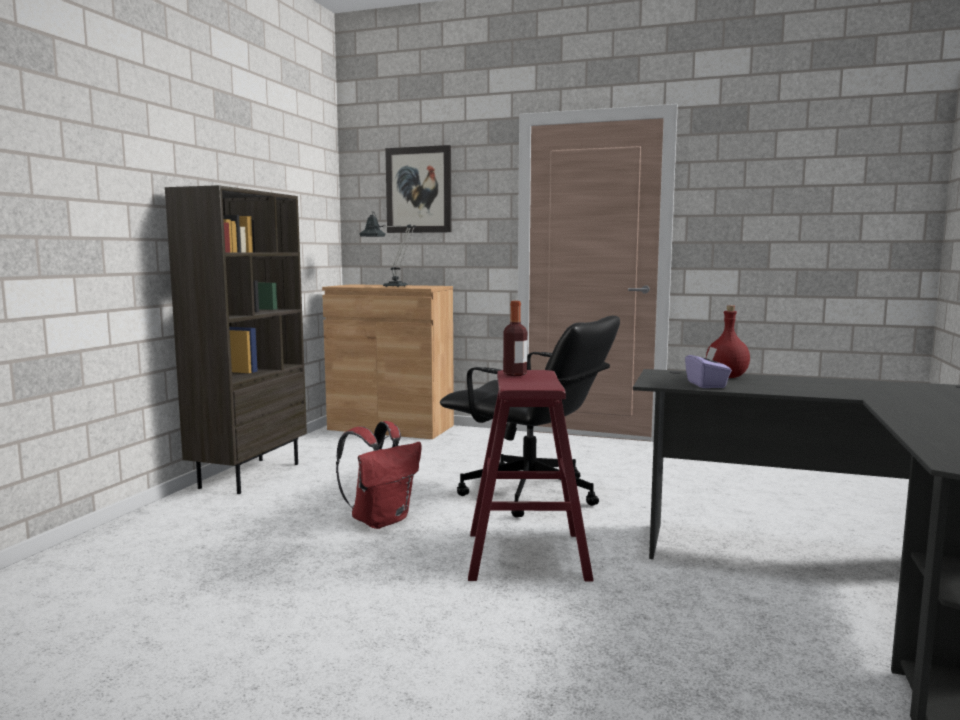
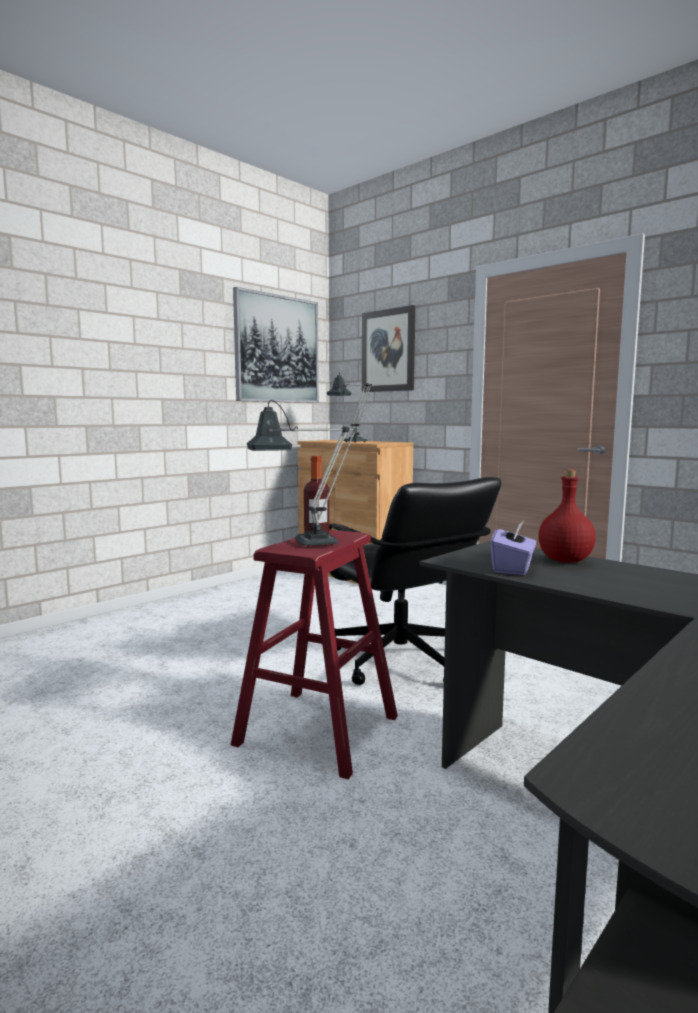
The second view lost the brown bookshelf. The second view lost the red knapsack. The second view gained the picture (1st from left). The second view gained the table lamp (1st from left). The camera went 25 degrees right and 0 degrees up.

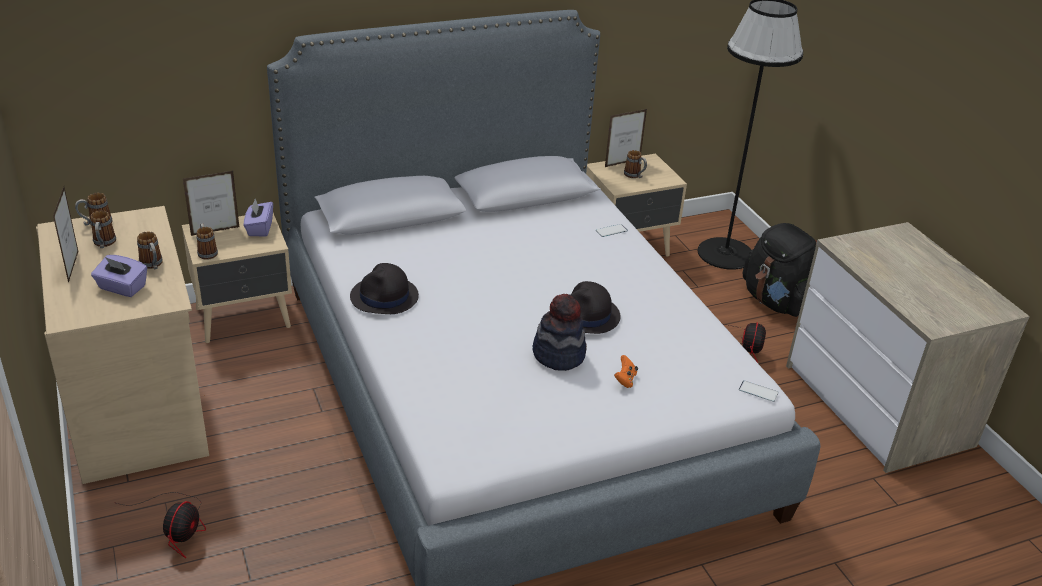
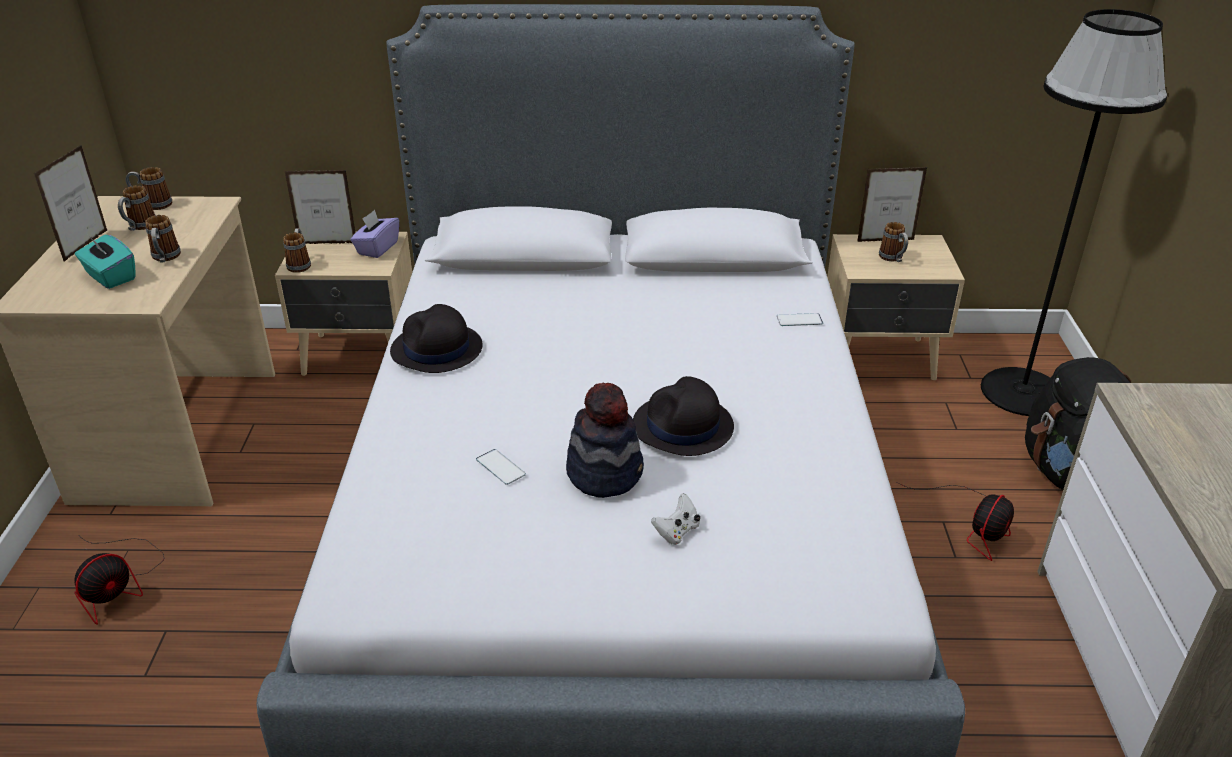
The telephone (2nd from left in the first image) ended up elsewhere. What was the purplish tissue box (1st from left) turned into the turquoise-coloured tissue box. What was the orange joypad turned into the whitish joypad. The camera went 25 degrees right and 0 degrees up.

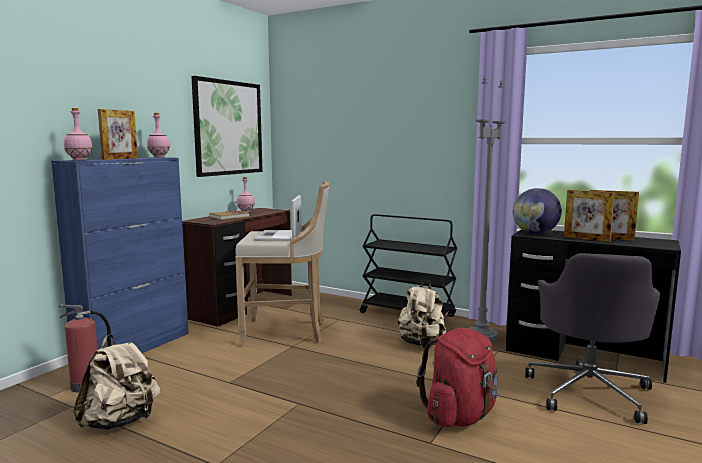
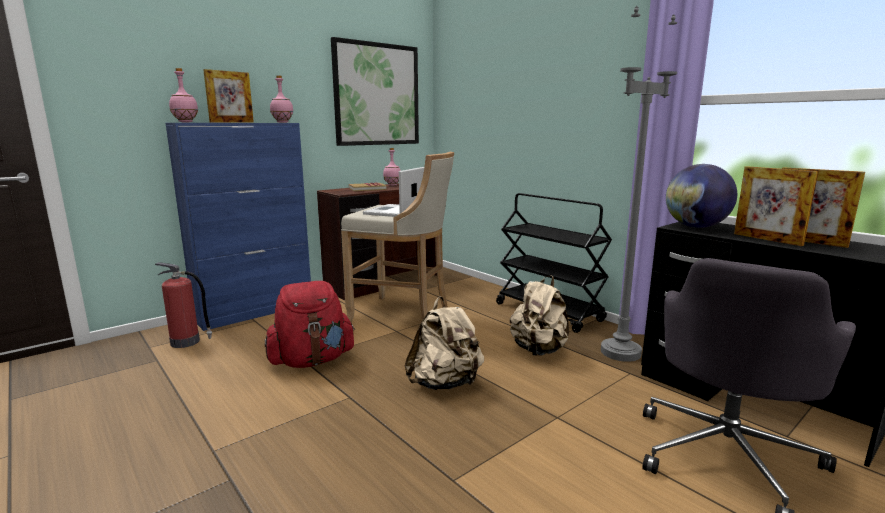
The beige-coloured knapsack (1st from left) ended up elsewhere. The red knapsack ended up elsewhere. The camera went 20 degrees right and 5 degrees up.

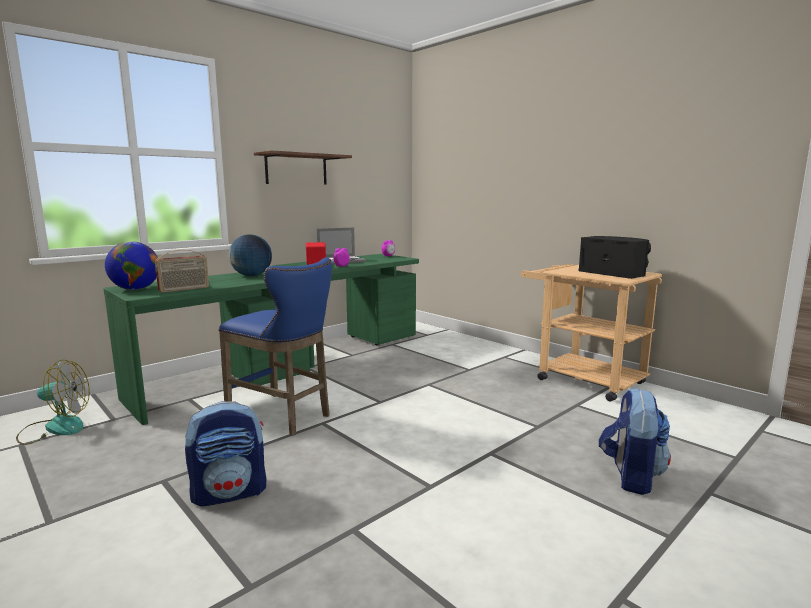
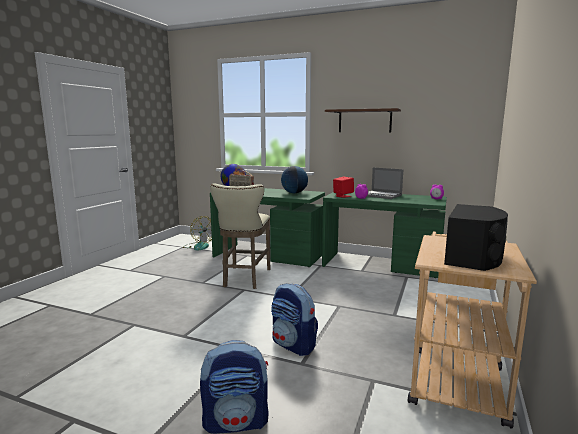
The knapsack (1st from left in the first image) ended up elsewhere. What was the blue sitting stool turned into the beige-coloured sitting stool. The camera went 65 degrees right and 0 degrees up.

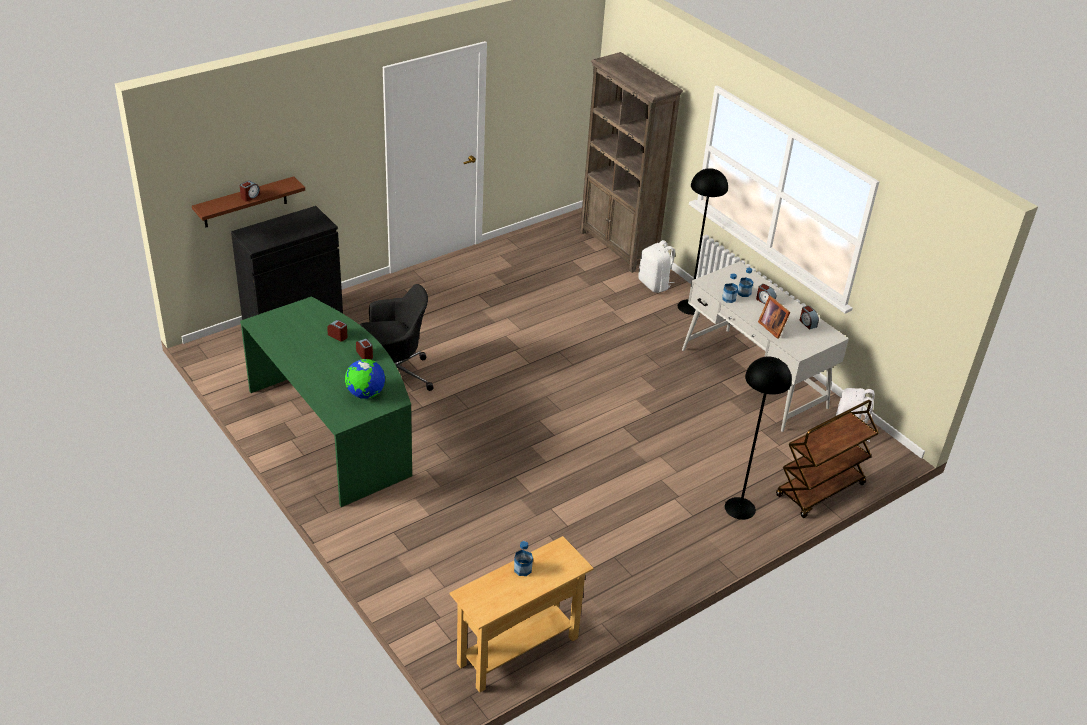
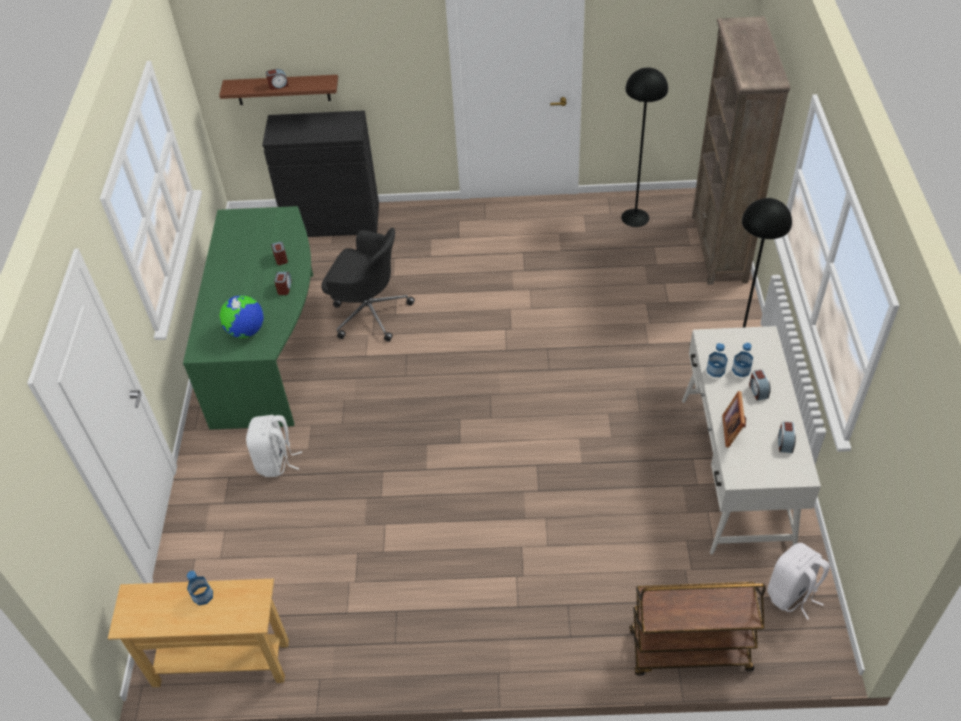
The whitish knapsack (1st from left) ended up elsewhere. The blackish standing lamp (2nd from left in the first image) ended up elsewhere. The camera went 40 degrees right and 10 degrees up.

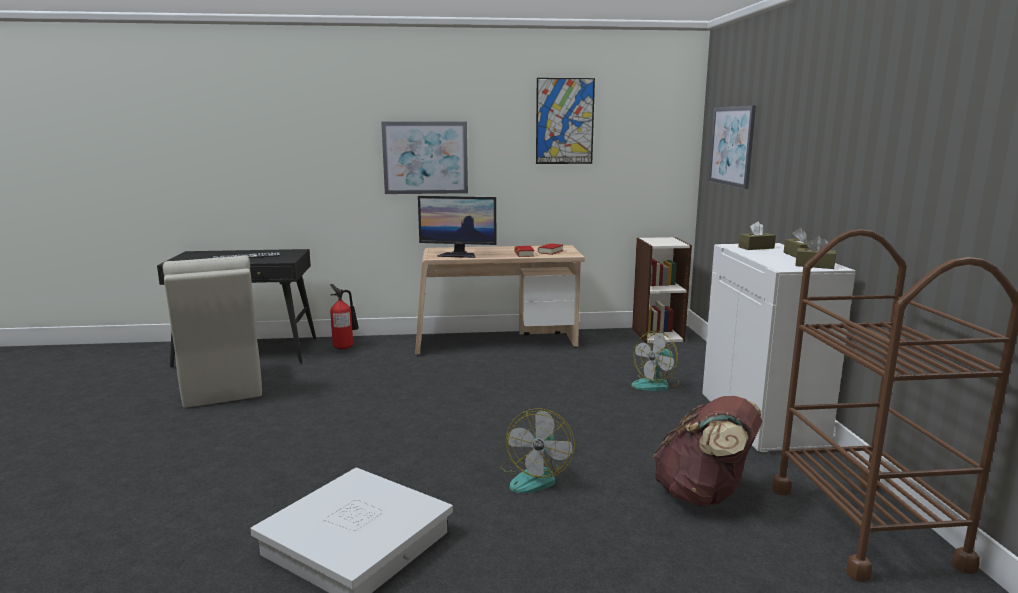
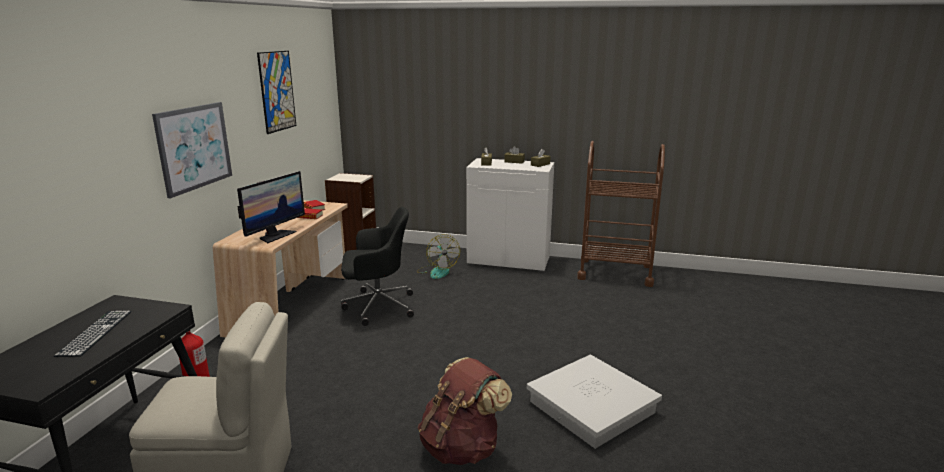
The second view lost the electric fan (1st from left). The second view lost the picture (3rd from left). The second view gained the blackish computer chair. The brown knapsack ended up elsewhere. The camera went 70 degrees left and 5 degrees up.

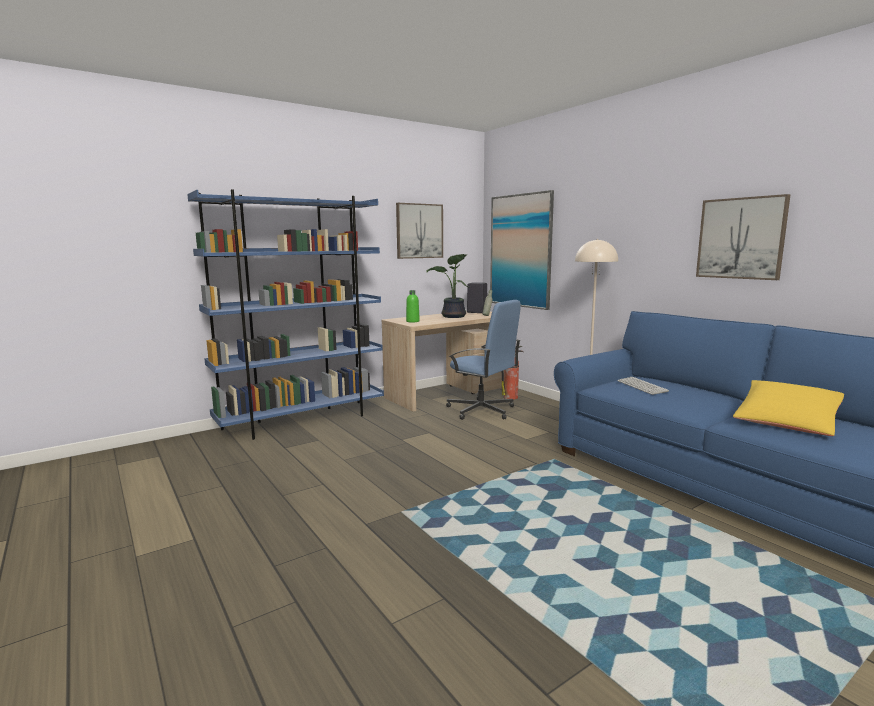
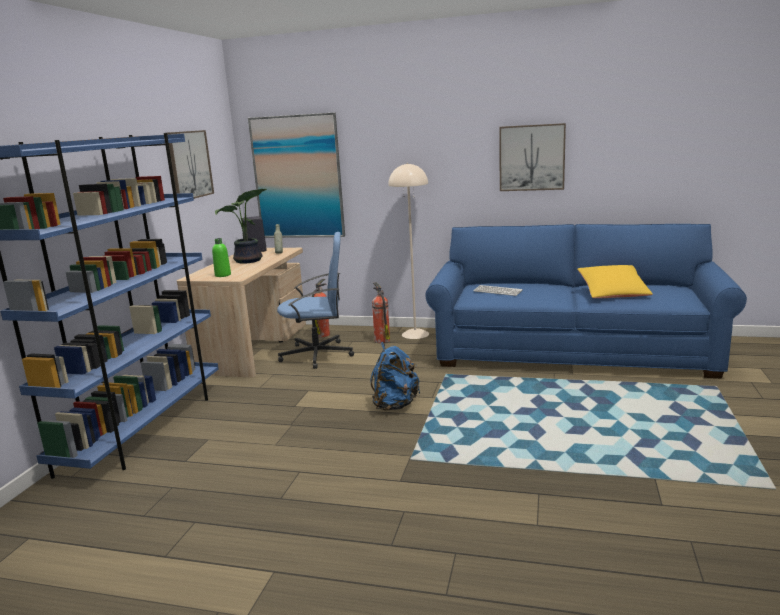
The second view gained the blue knapsack. The second view gained the extinguisher (2nd from left). The camera went 40 degrees left and 5 degrees up.

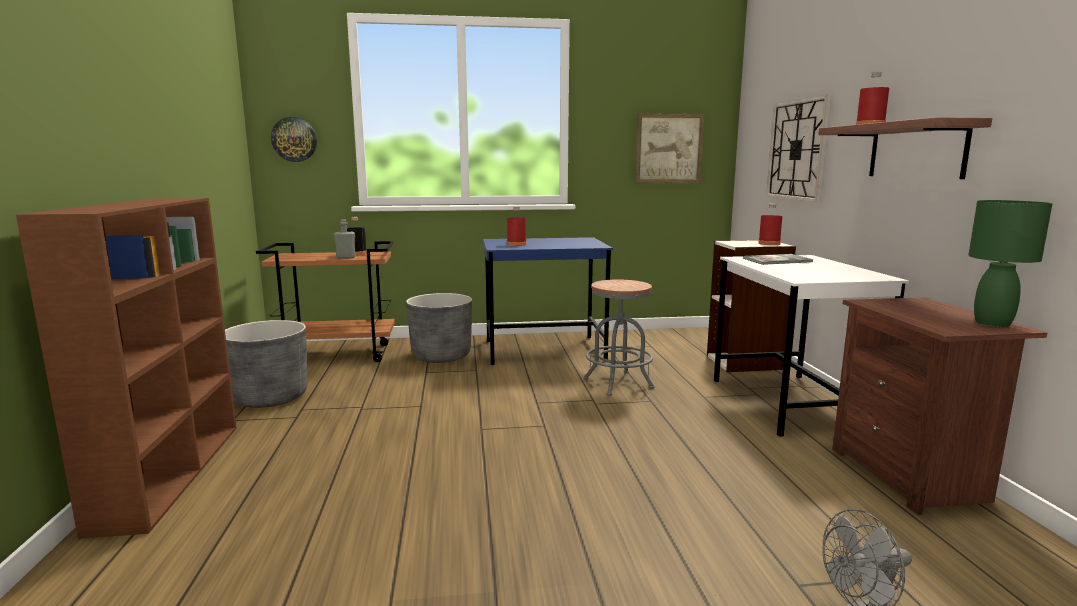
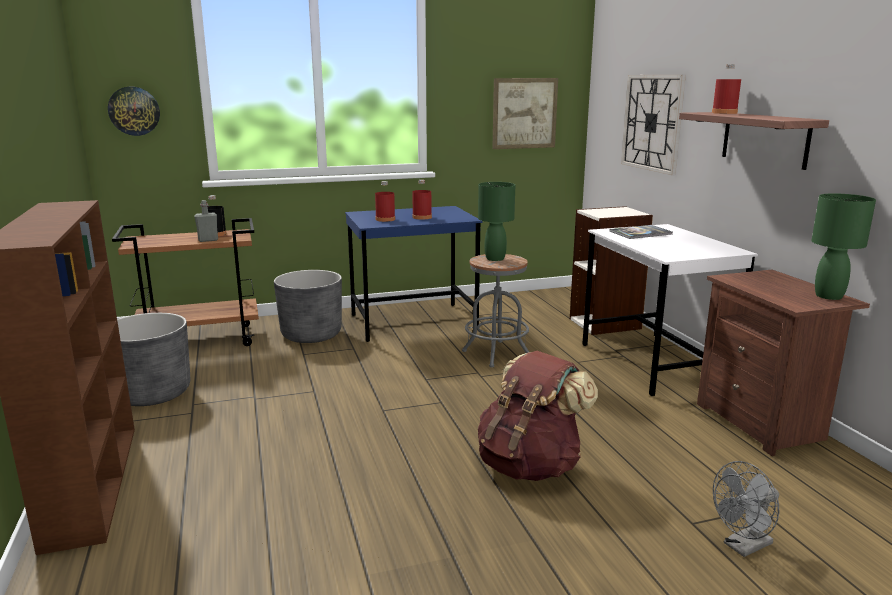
The second view gained the green table lamp (1st from left). The second view gained the brown knapsack. The red drink bottle (2nd from left) ended up elsewhere. The camera went 10 degrees left and 5 degrees up.

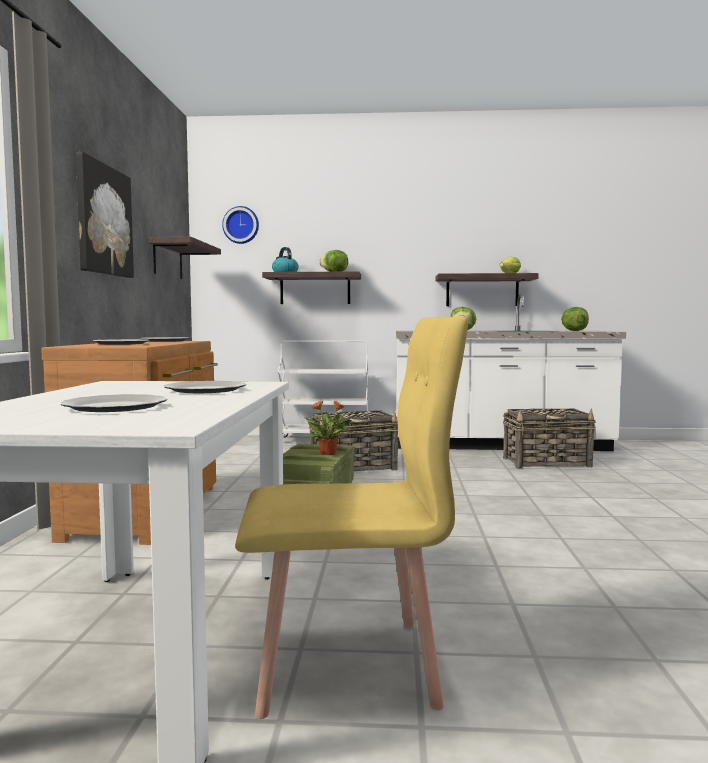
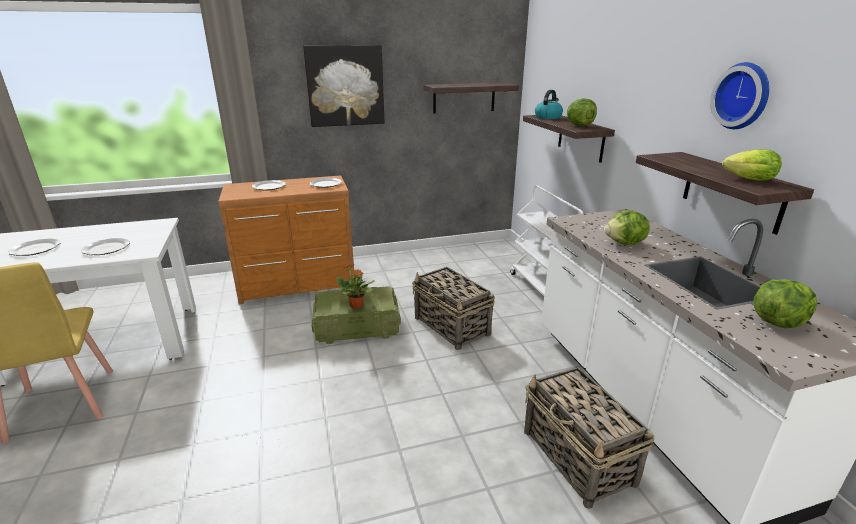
The clock on the wall ended up elsewhere. The camera went 70 degrees right and 20 degrees up.

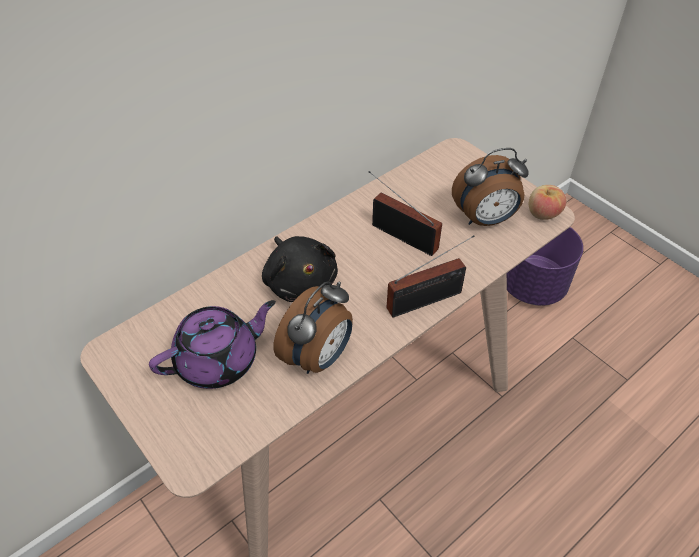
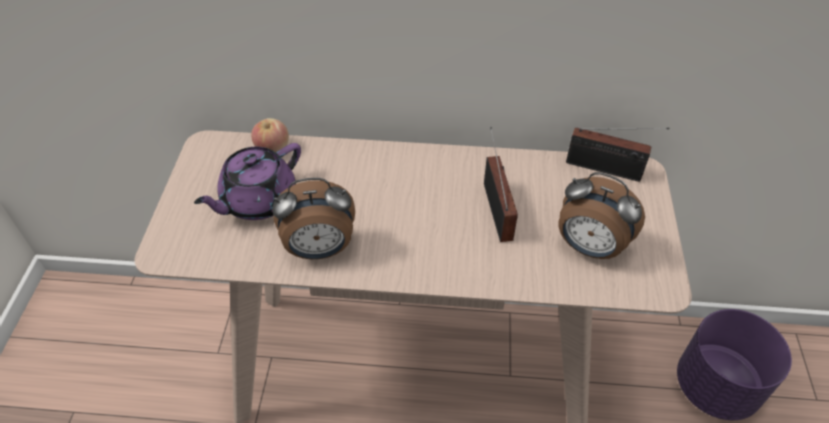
The second view lost the blackish cuddly toy. The radio (2nd from left) ended up elsewhere. The apple ended up elsewhere. The purplish pot for tea ended up facing another way, 120 degrees clockwise from before. The camera went 45 degrees right and 0 degrees up.

